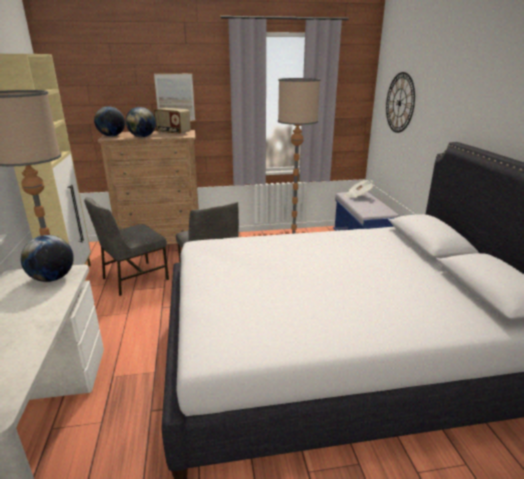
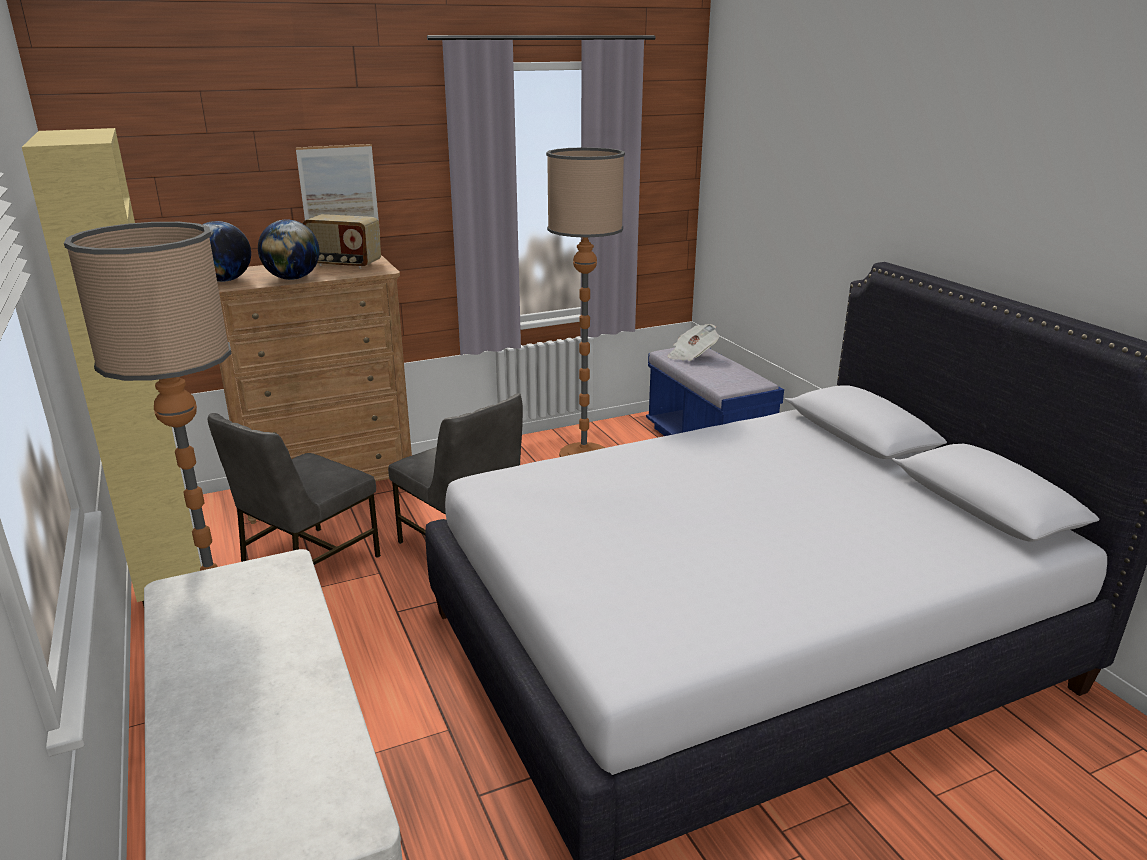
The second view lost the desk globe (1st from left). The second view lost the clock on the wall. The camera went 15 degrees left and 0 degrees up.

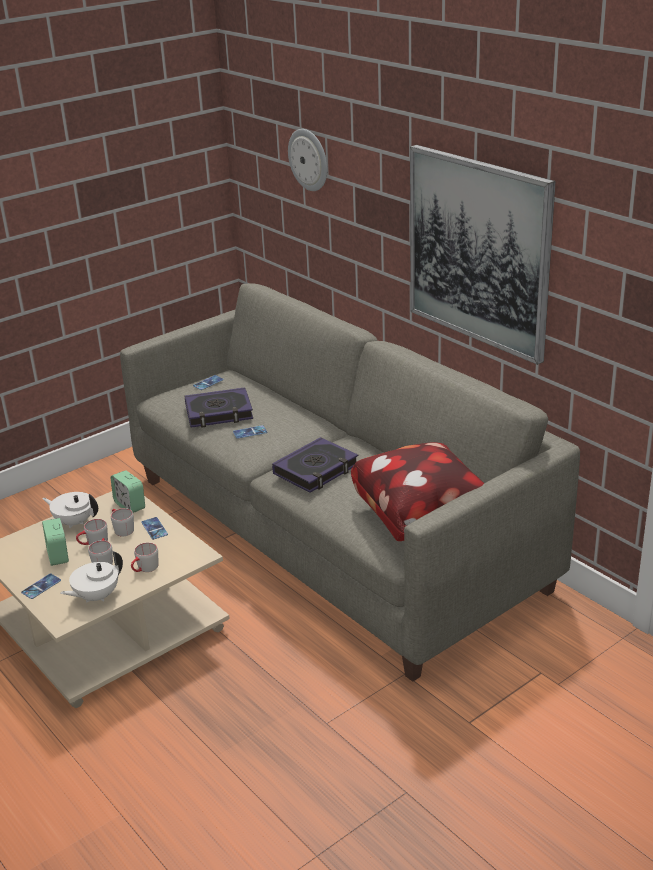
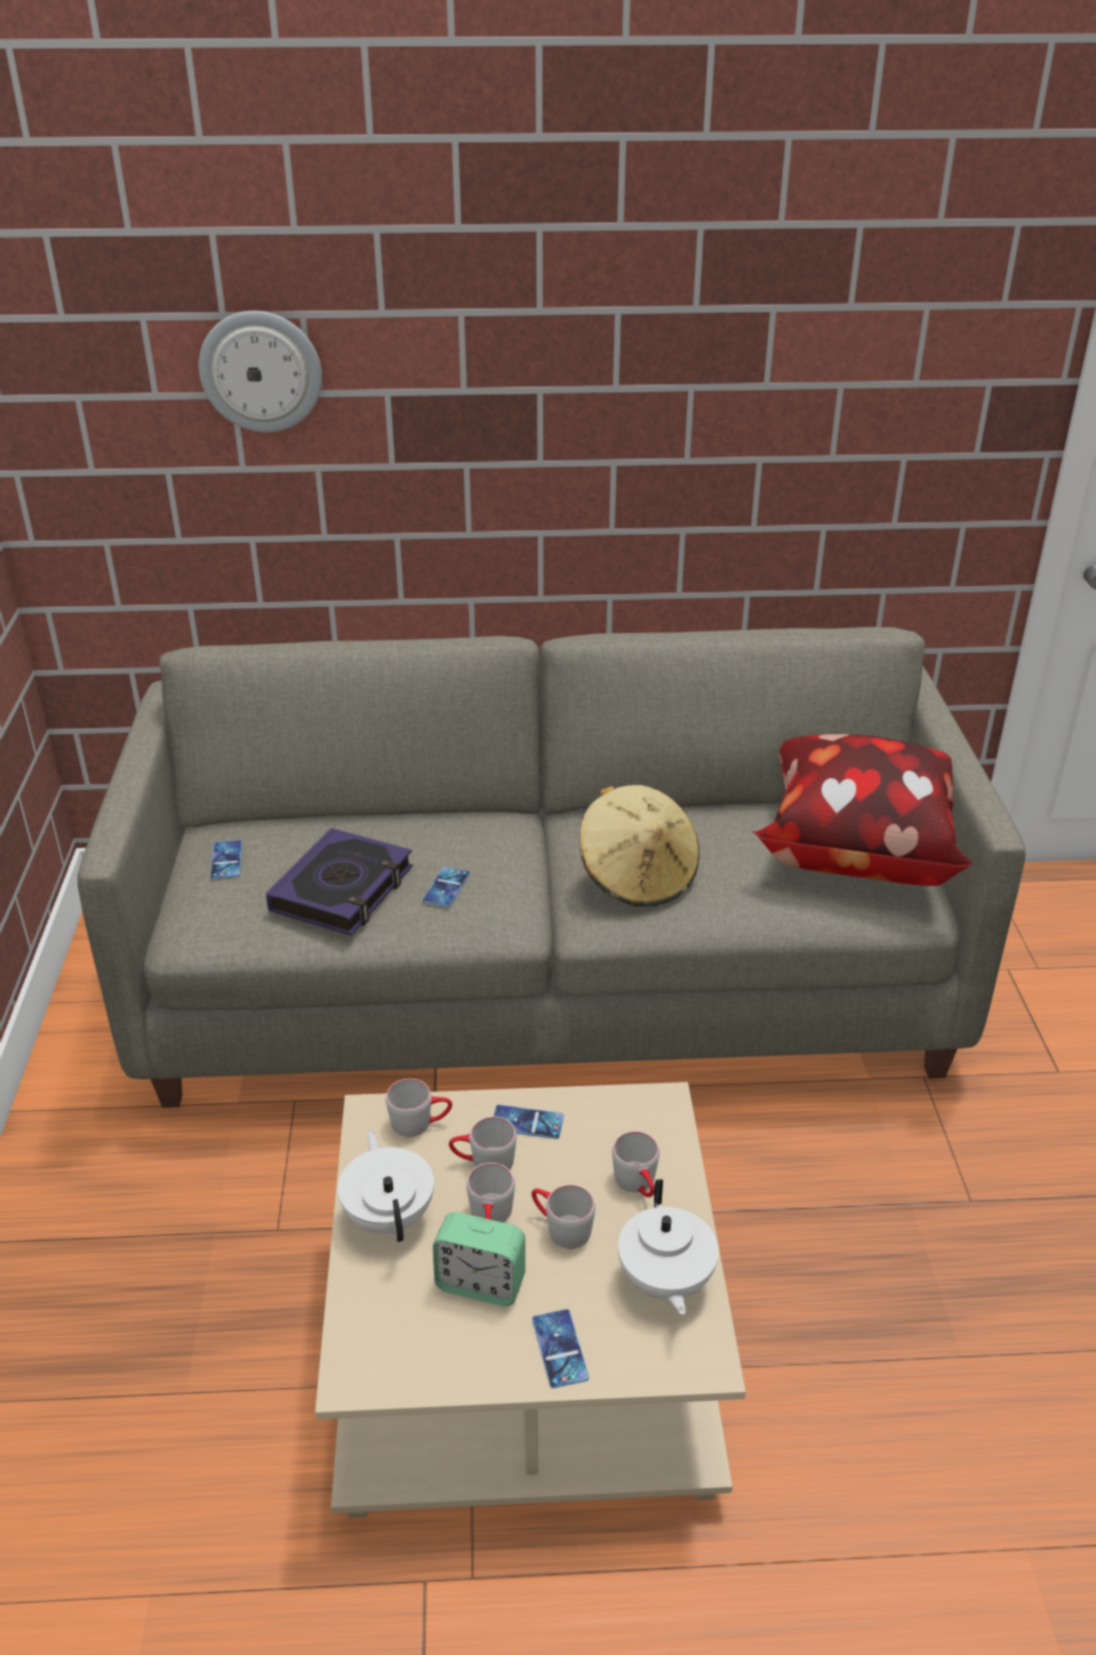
The second view lost the picture. Where the alarm clock (2nd from left) stood, the grey coffee mug (1st from left) came to stand. Where the book (2nd from left) stood, the beige-coloured wearable hat came to stand. The whitish pot for tea (1st from left) ended up facing another way, 105 degrees clockwise from before. The camera went 55 degrees left and 5 degrees up.

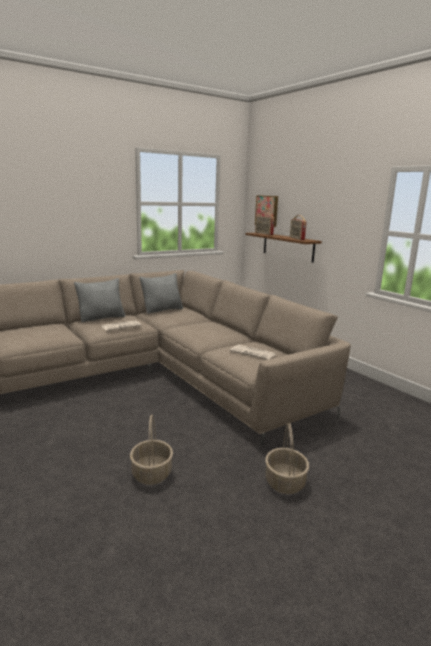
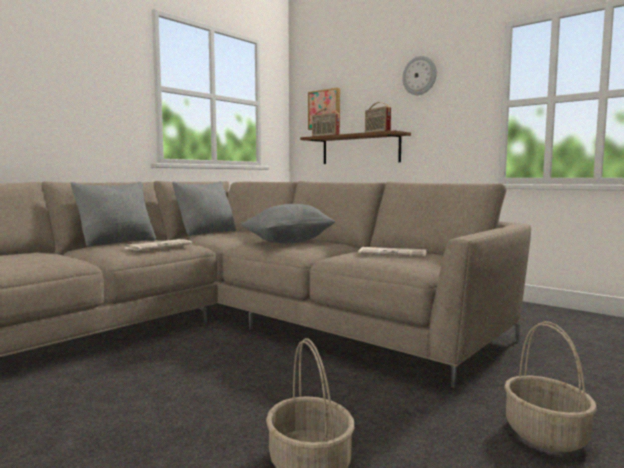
The second view gained the grey pillow (3rd from left). The second view gained the clock on the wall. The camera went 15 degrees left and 10 degrees down.

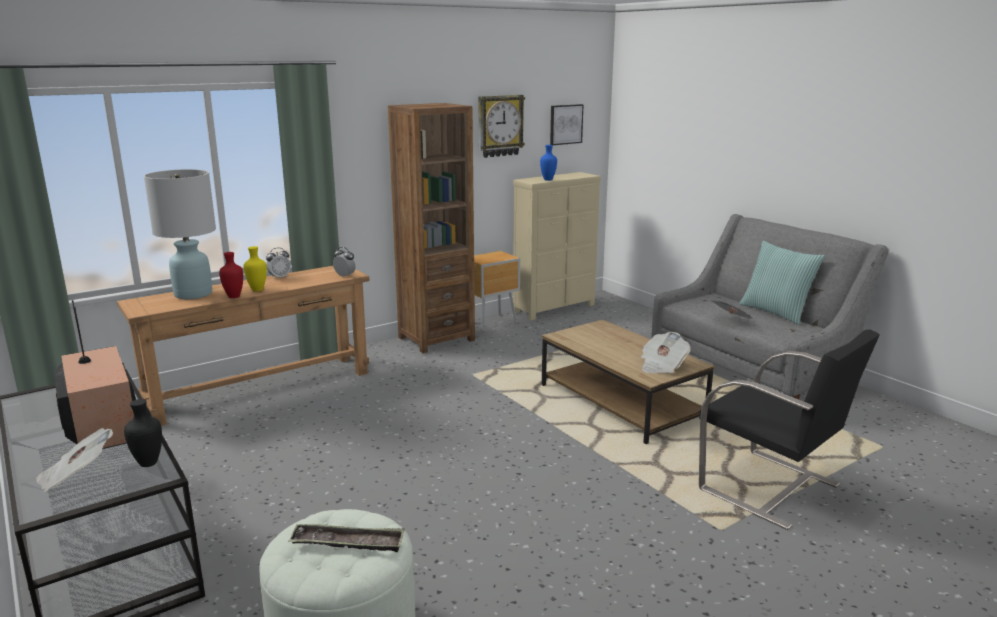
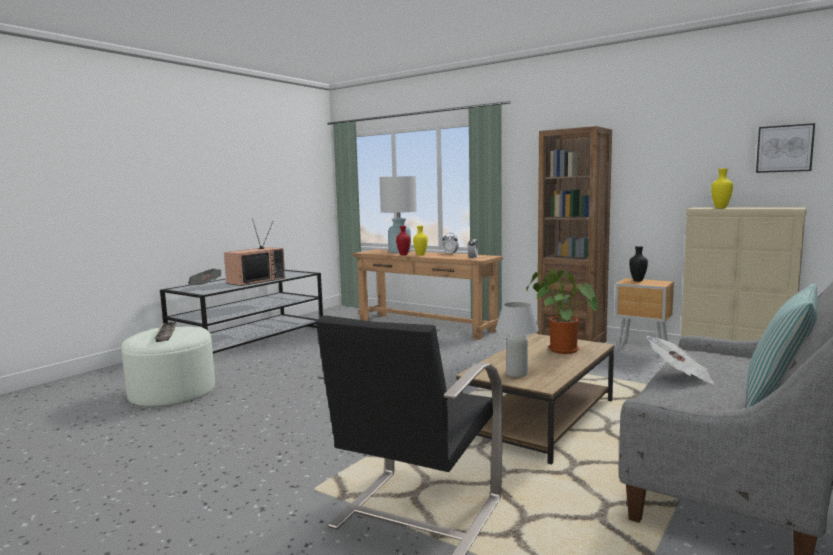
The second view lost the clock on the wall. The second view gained the houseplant. The blackish decorative vase ended up elsewhere. Where the newspaper (2nd from left) stood, the whitish table lamp (2nd from left) came to stand. What was the blue decorative vase turned into the yellow-coloured decorative vase (2nd from left). The camera went 70 degrees right and 10 degrees down.

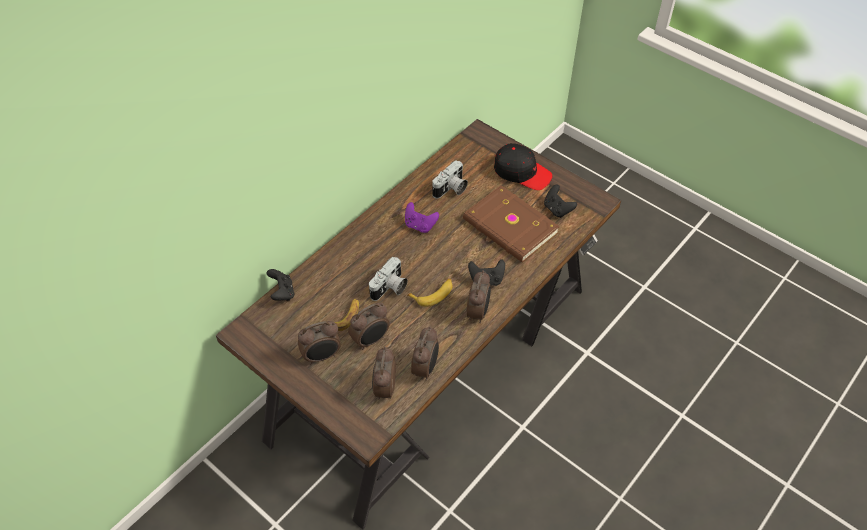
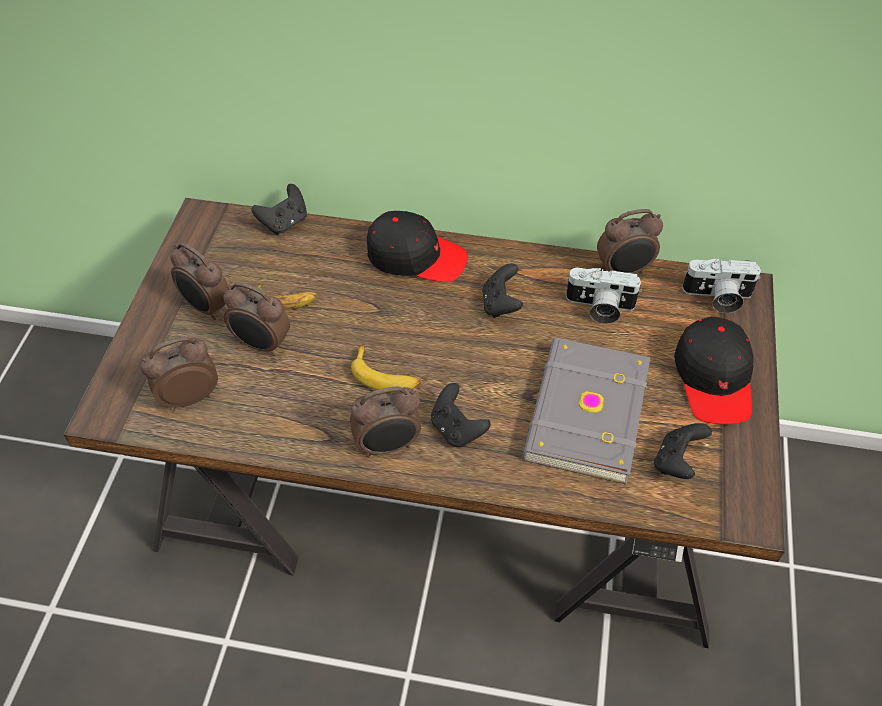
The second view gained the blackish peaked cap (1st from left). The still camera (1st from left in the first image) ended up elsewhere. The alarm clock (4th from left in the first image) ended up elsewhere. What was the purplish joypad turned into the blackish joypad (3rd from left). What was the brown book turned into the grey book. The camera went 60 degrees right and 0 degrees up.

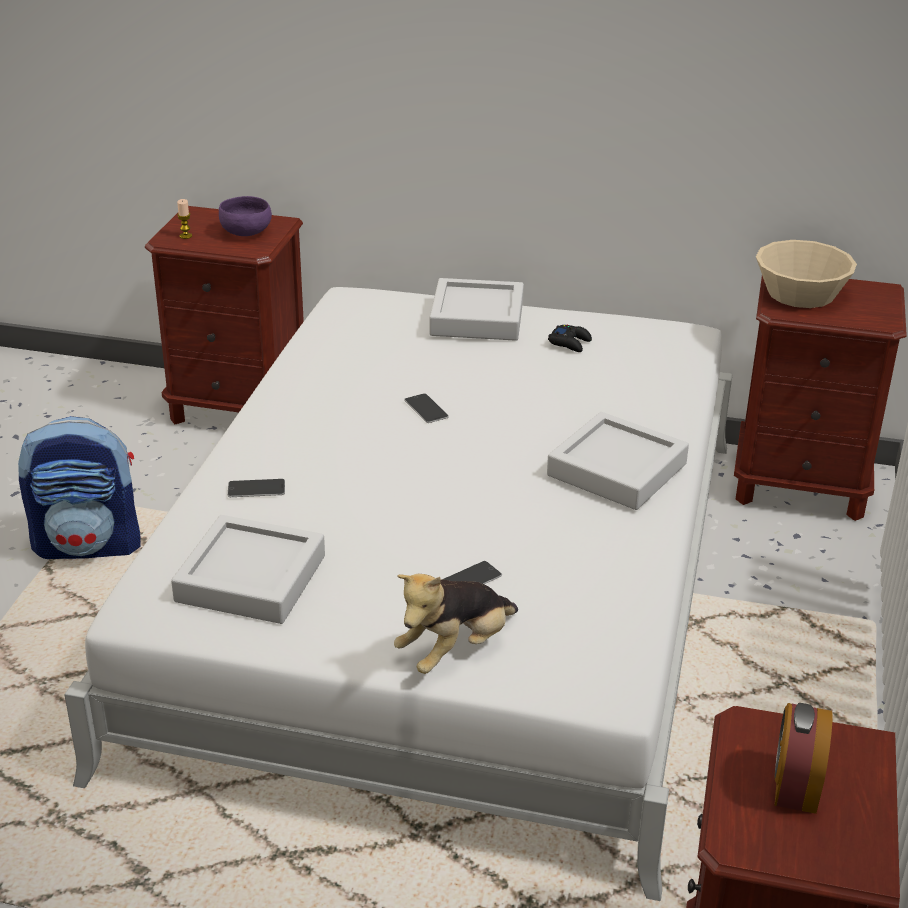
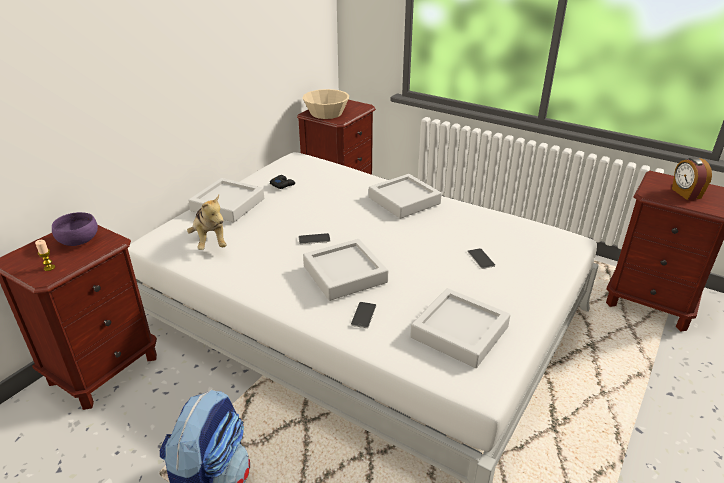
The second view gained the grey serving tray (2nd from left). The cuddly toy ended up elsewhere. The alarm clock ended up facing another way, 45 degrees clockwise from before. The camera went 70 degrees left and 0 degrees up.

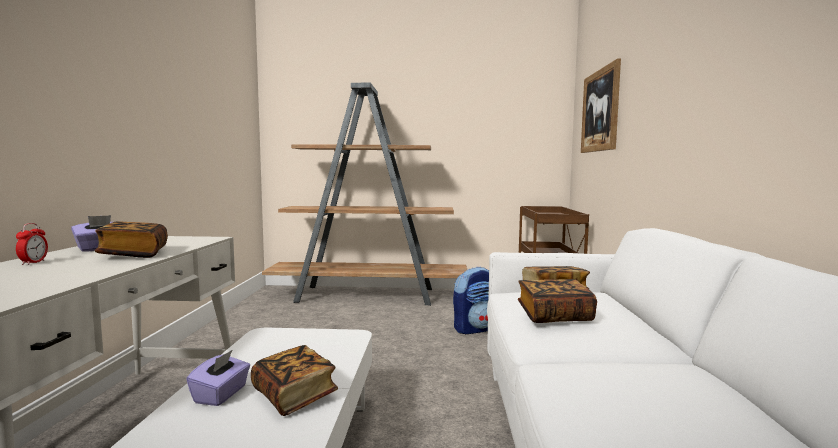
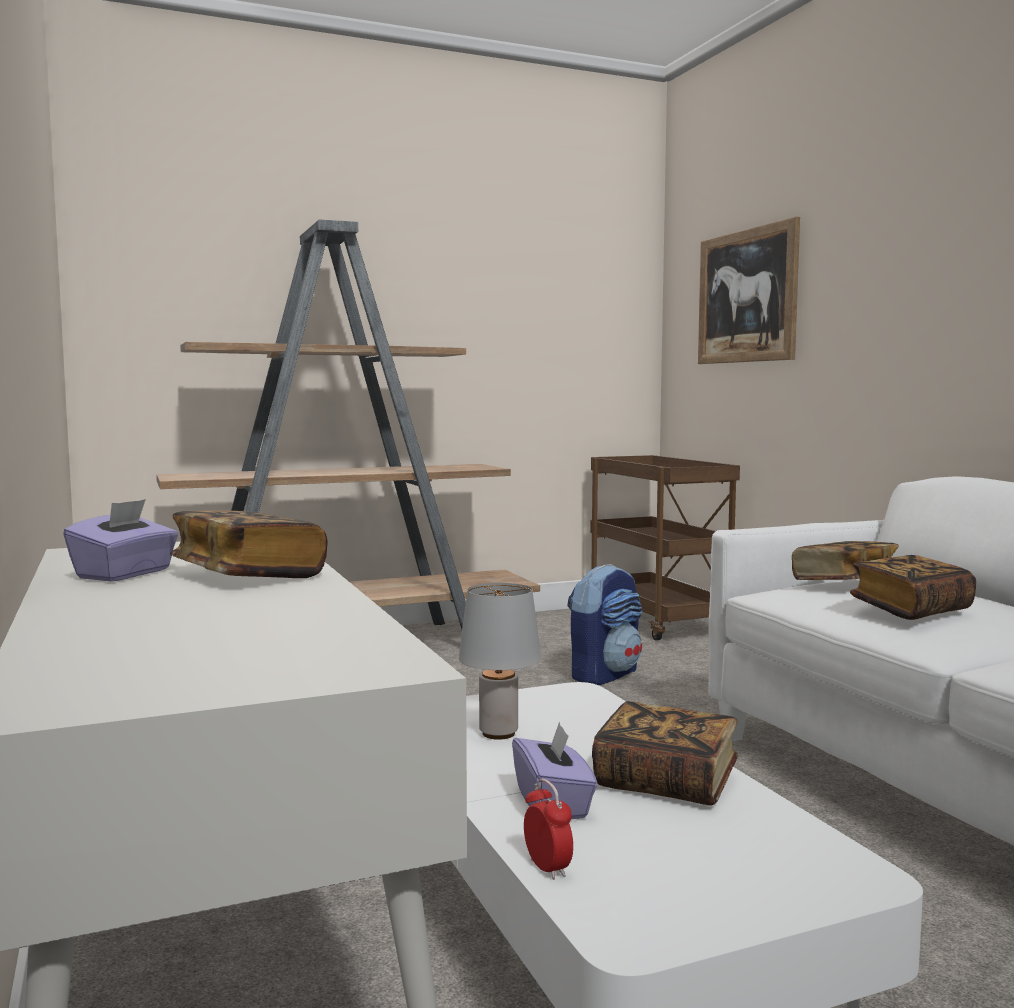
The second view gained the grey table lamp. The alarm clock ended up elsewhere. The camera went 25 degrees left and 0 degrees up.

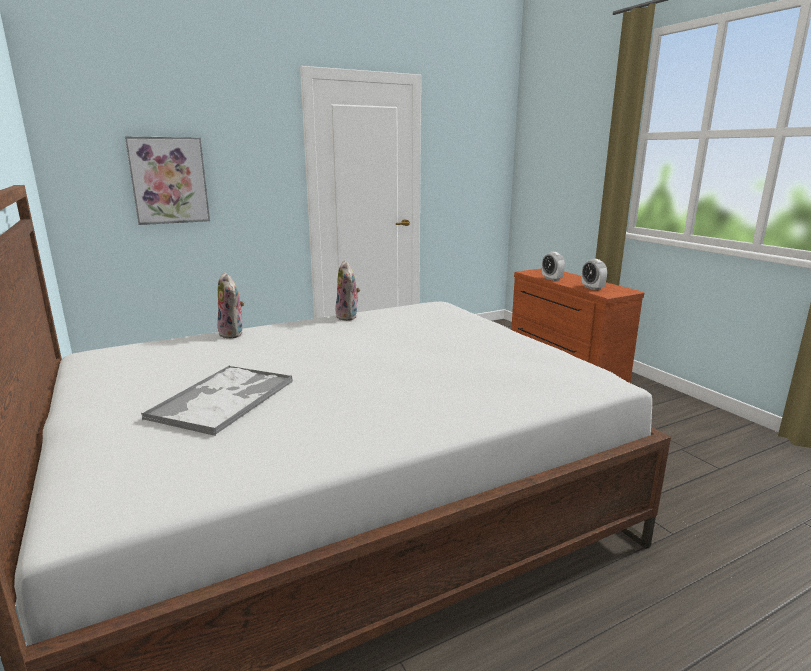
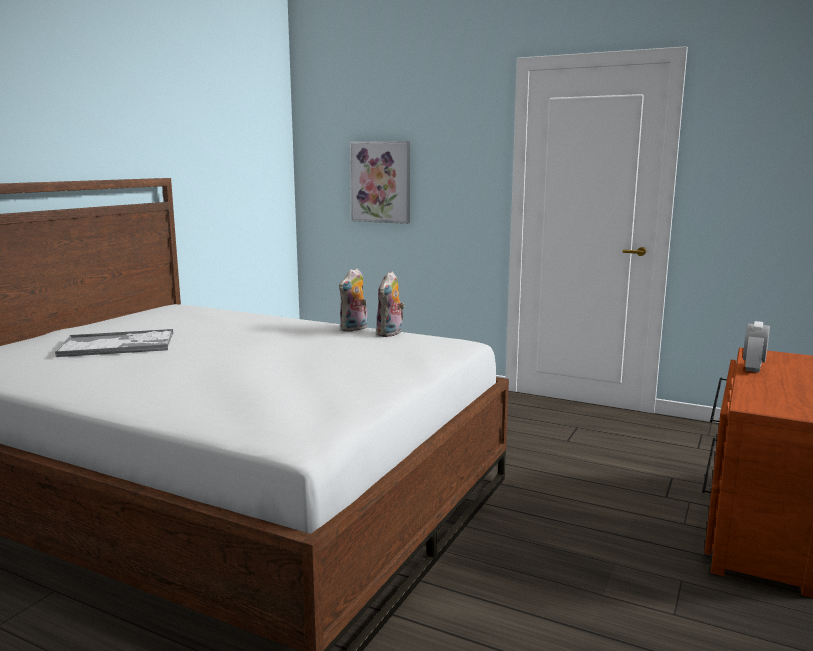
The second view lost the alarm clock (2nd from left). The cuddly toy (1st from left in the first image) ended up elsewhere. The camera went 55 degrees right and 5 degrees down.

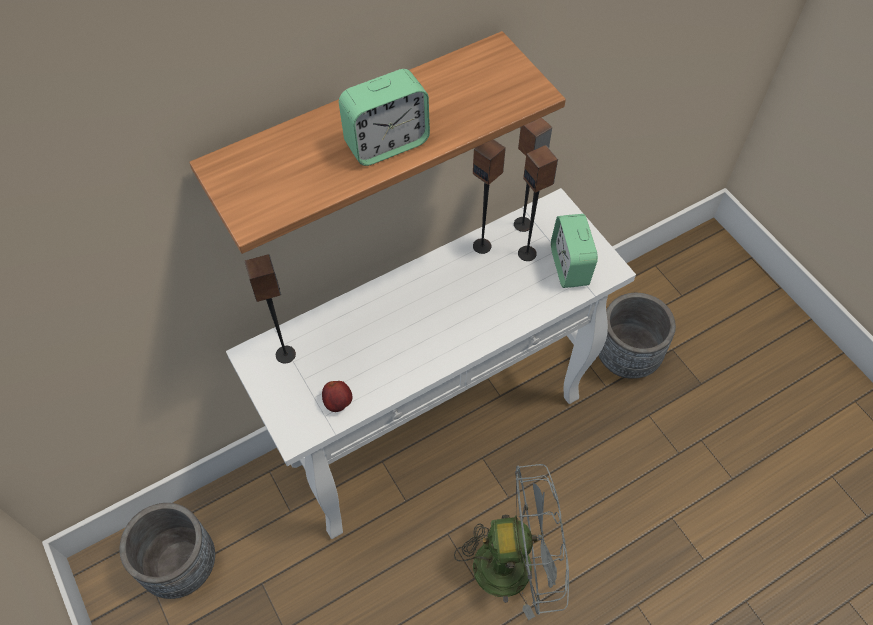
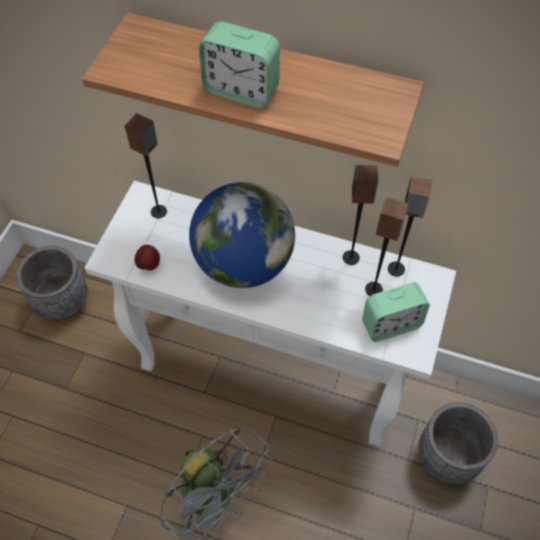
The second view gained the desk globe. The alarm clock (2nd from left) ended up facing another way, 150 degrees counterclockwise from before. The camera went 50 degrees right and 0 degrees up.

